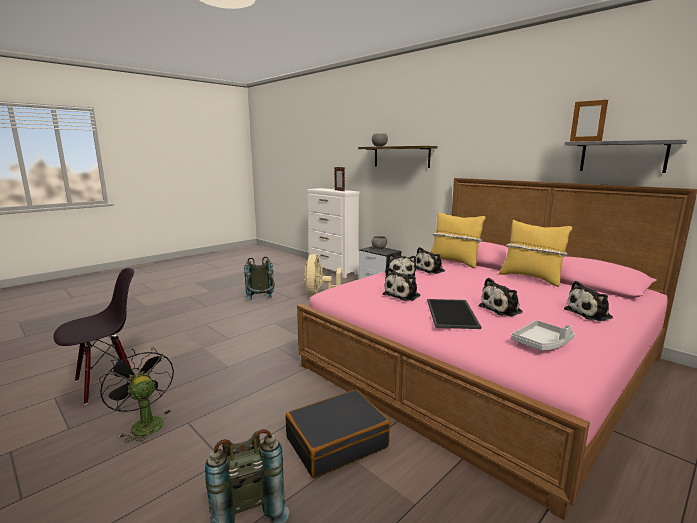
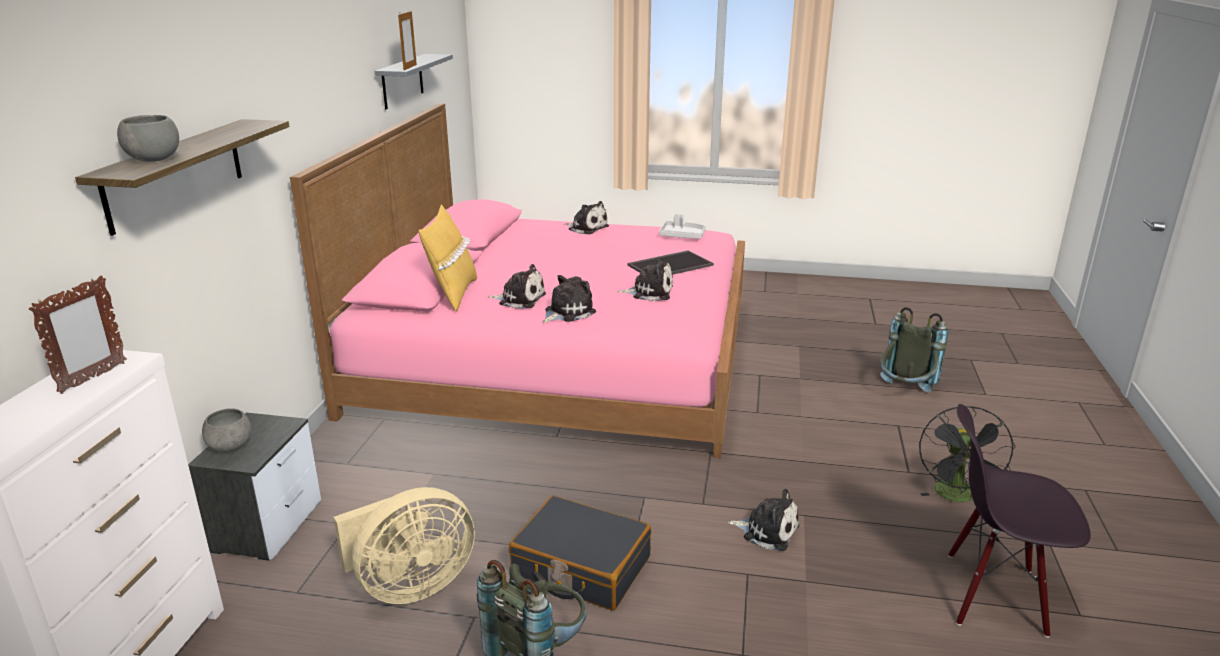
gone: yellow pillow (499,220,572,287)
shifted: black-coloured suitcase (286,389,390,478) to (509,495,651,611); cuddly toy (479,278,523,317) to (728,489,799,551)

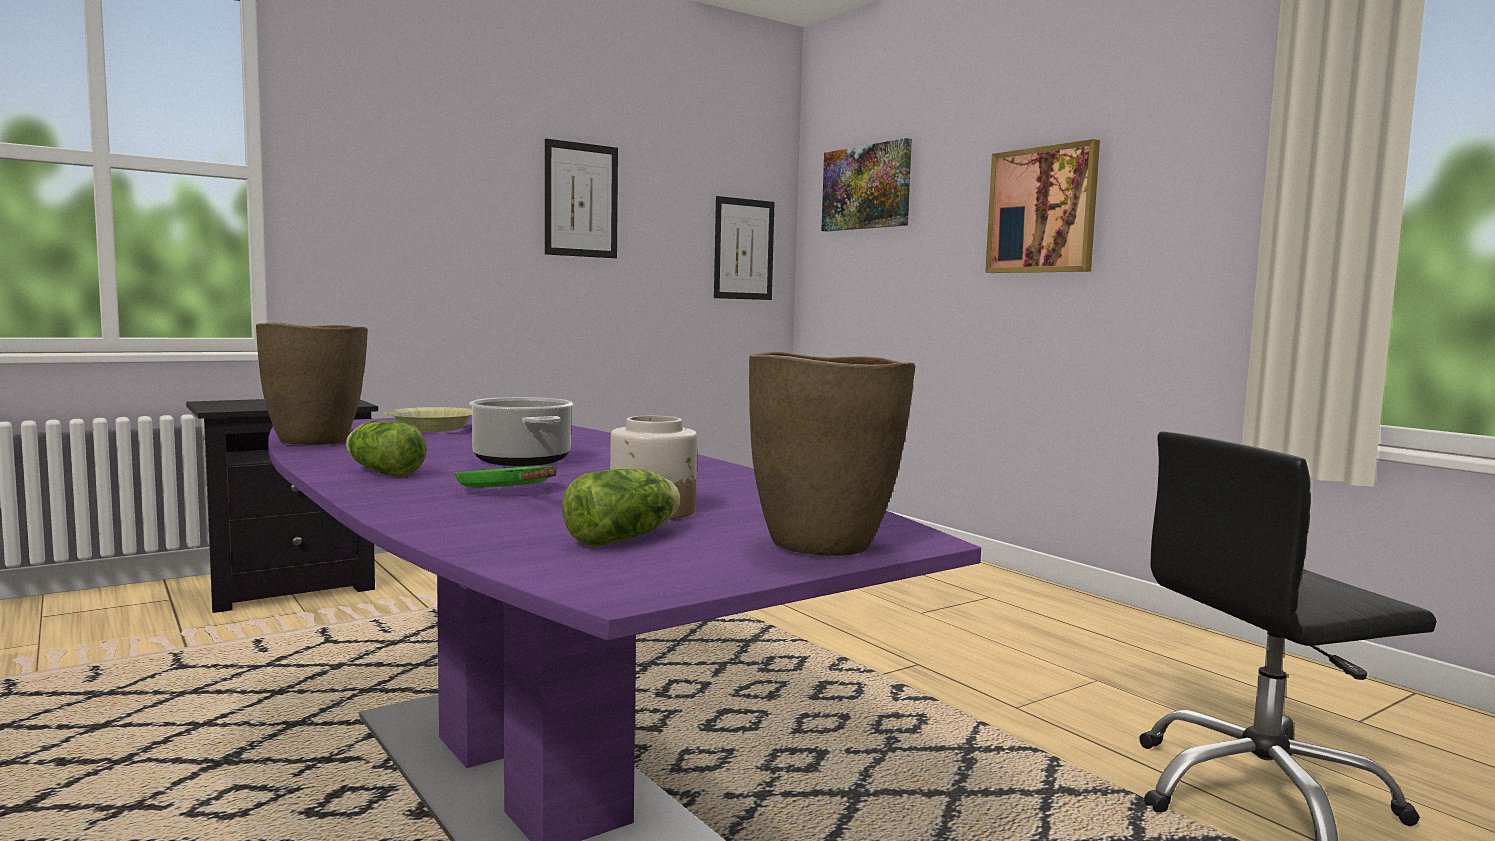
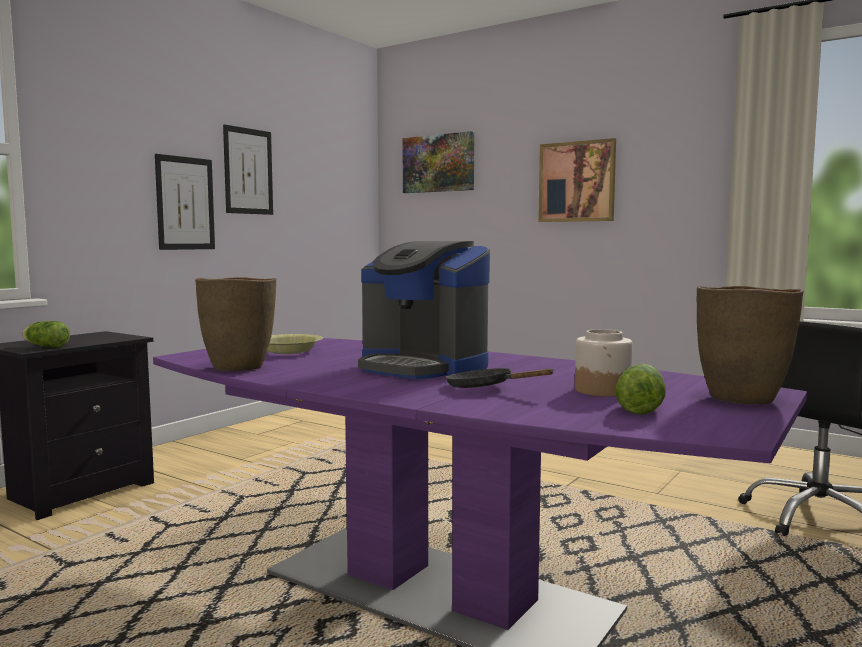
shifted: head of lettuce (346,420,427,477) to (22,321,70,348); wall art (714,196,775,300) to (155,154,215,250)
swapped: saucepot (469,397,573,466) to coffee maker (358,241,490,379)
repainted: green-coloured pan (455,466,556,488) to black-coloured pan (445,368,554,388)

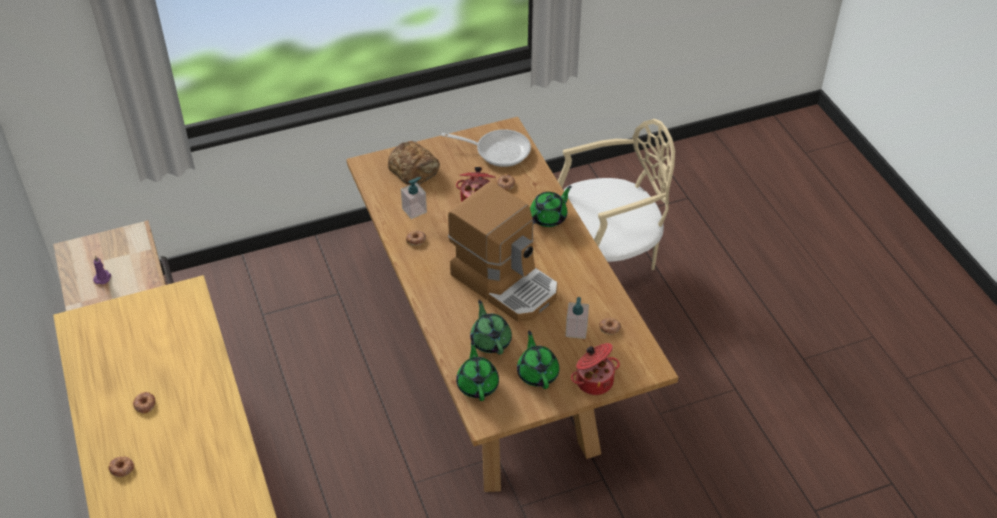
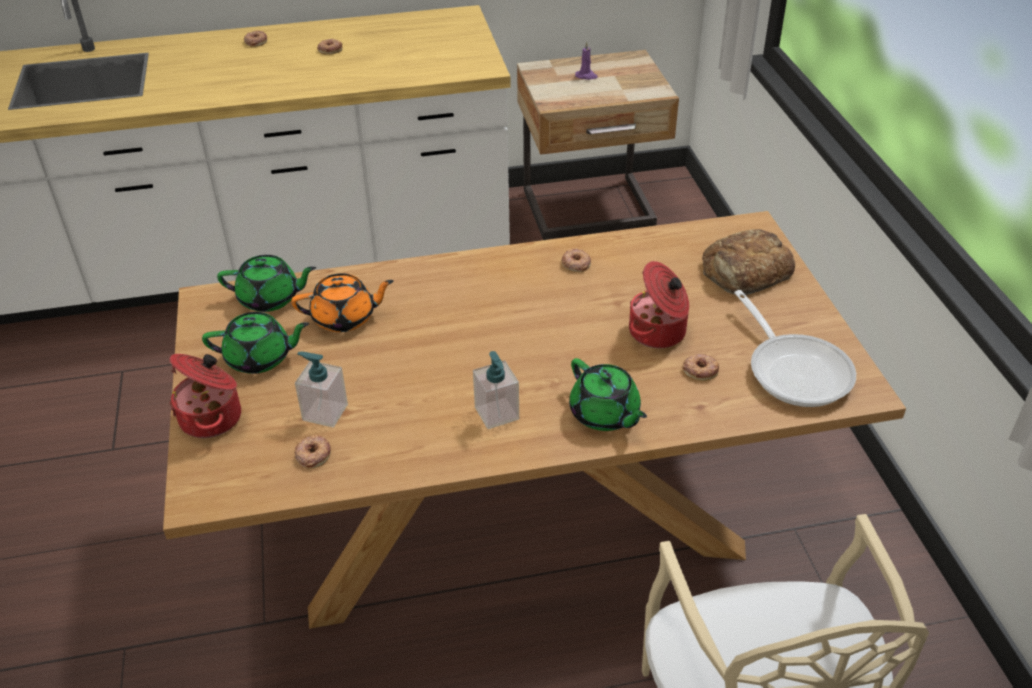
gone: coffee maker (448,182,558,322)
shifted: soap bottle (401,177,427,219) to (473,351,519,429)
repainted: green-coloured tea pot (470,300,512,355) to orangey tea pot (291,273,394,332)
rotated: pan (441,129,531,167) = (734,290,856,407) 45 degrees counterclockwise

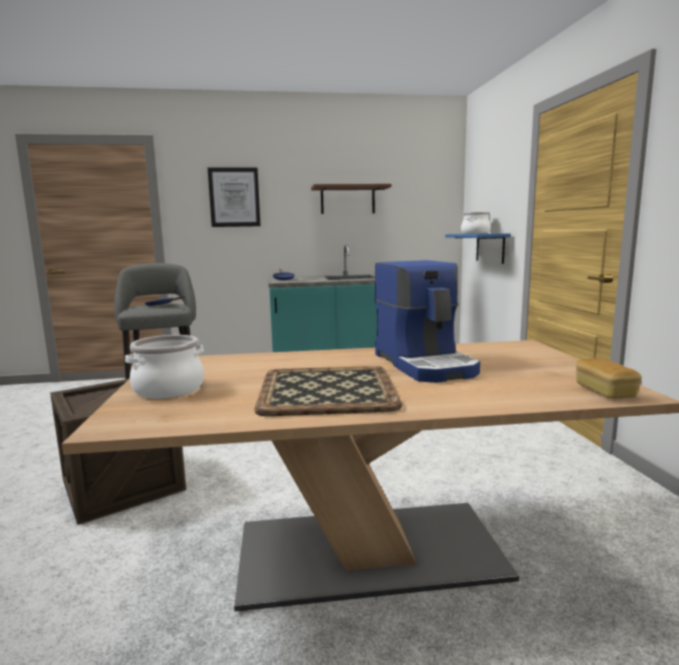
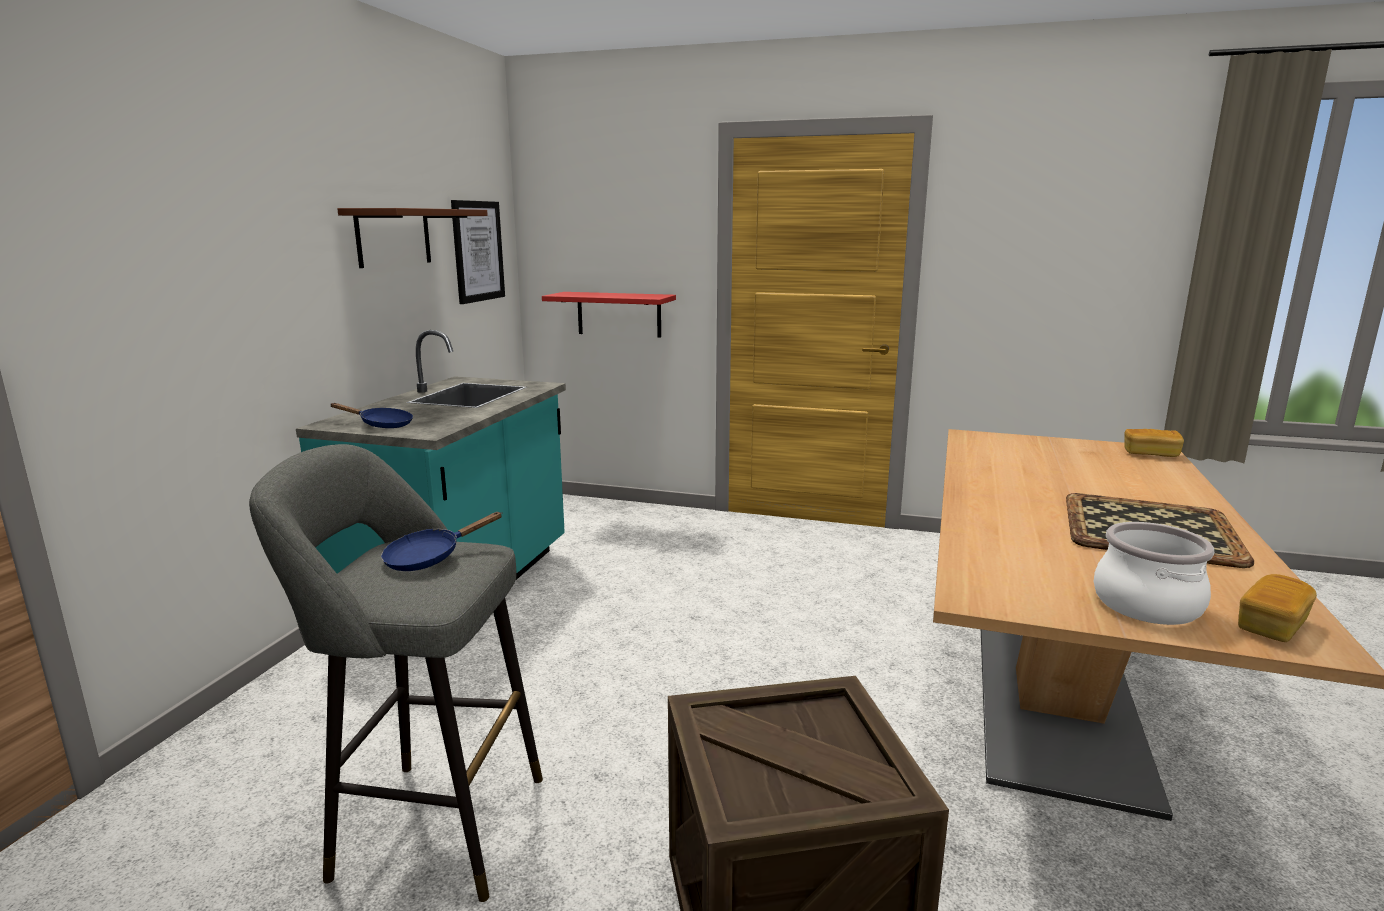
gone: coffee maker (374,260,480,383); saucepot (461,212,491,234)
new: bakery bread (1238,574,1317,642)
shifted: wall art (208,168,261,227) to (451,200,505,304)
repainted: blue wall shelf (445,234,511,264) to red wall shelf (542,292,676,338)

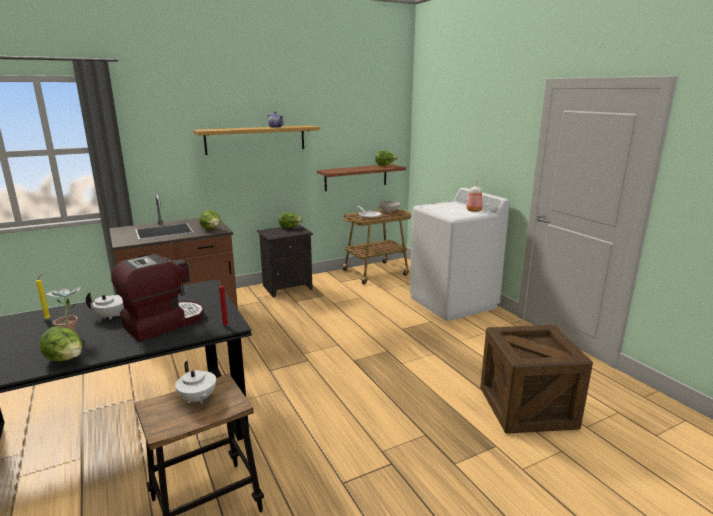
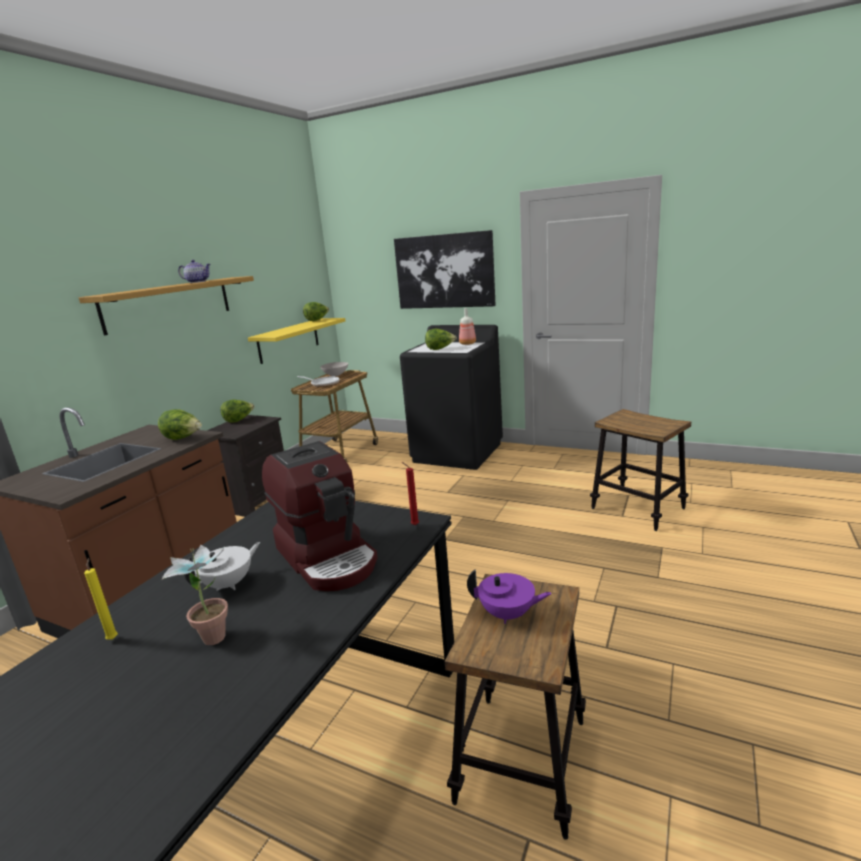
new: wall art (394,230,495,309)
shifted: head of lettuce (40,326,82,362) to (425,329,457,350)
swapped: packing crate (480,325,593,434) to stool seat (590,409,691,531)
repainted: whitish tea pot (175,361,216,404) to purple tea pot (467,569,552,624); brown wall shelf (317,164,406,191) to yellow wall shelf (248,318,346,364); whitish laundry appliance (409,188,510,321) to black-coloured laundry appliance (400,325,503,470)
rotated: coffee maker (111,254,204,342) = (262,441,378,591) 135 degrees clockwise

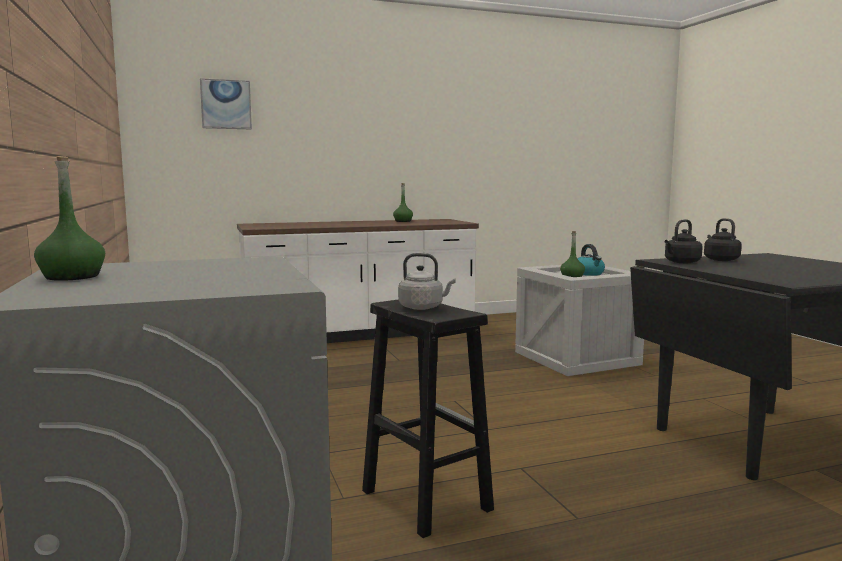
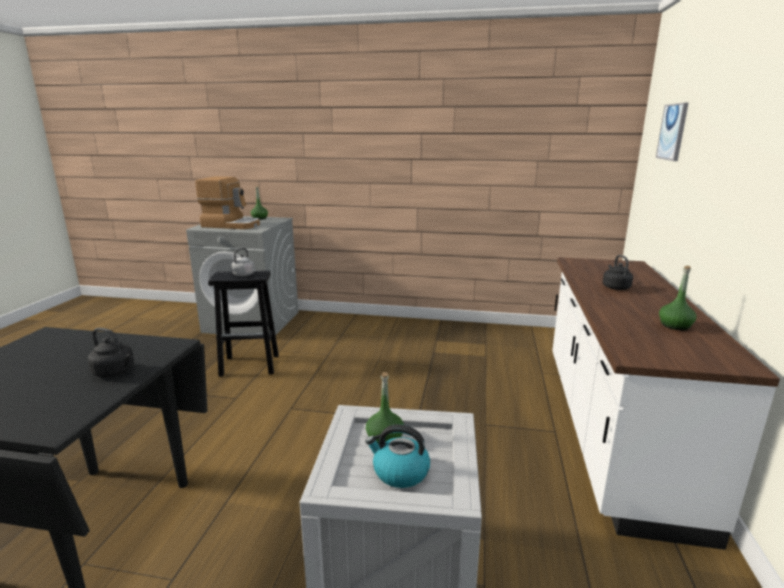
new: coffee maker (195,176,260,229)
shifted: black-coloured kettle (665,219,703,263) to (603,255,633,290)

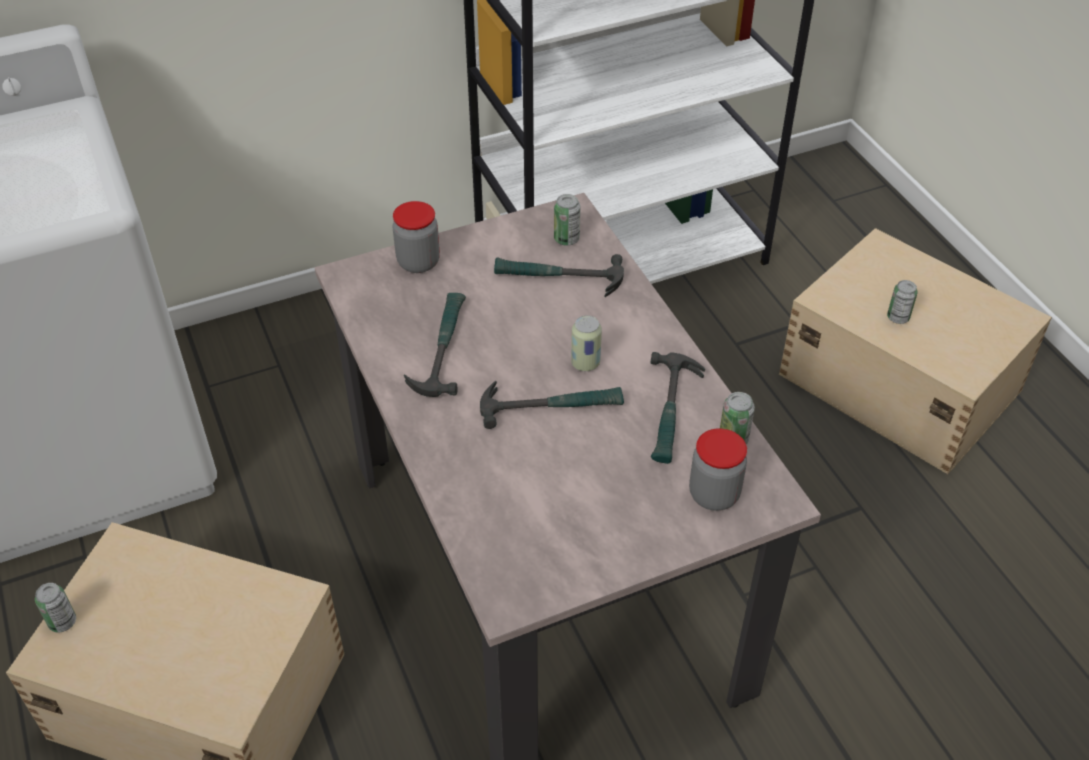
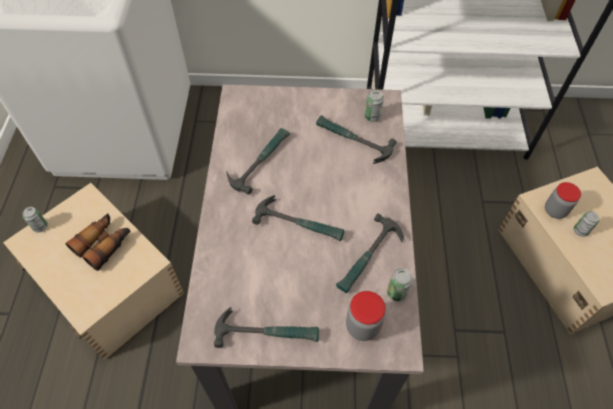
gone: sealed can (571,315,602,371)
new: binoculars (65,213,131,271); tool hammer (214,307,319,348)
shifted: preserve jar (393,201,440,273) to (545,182,581,219)

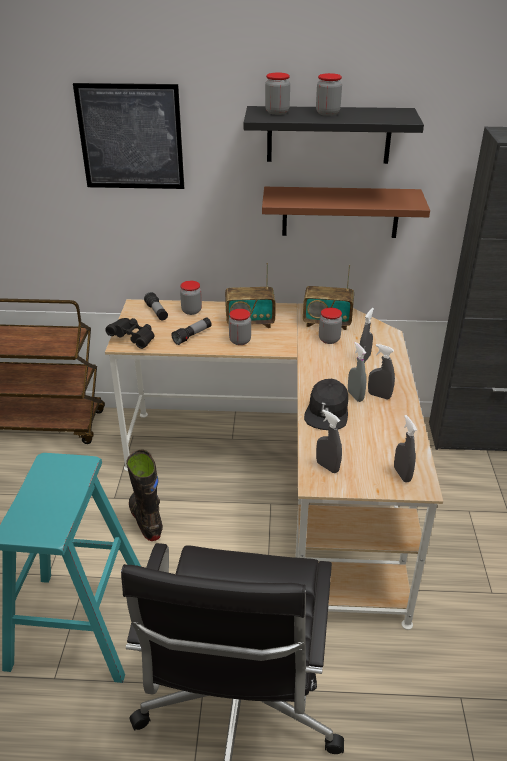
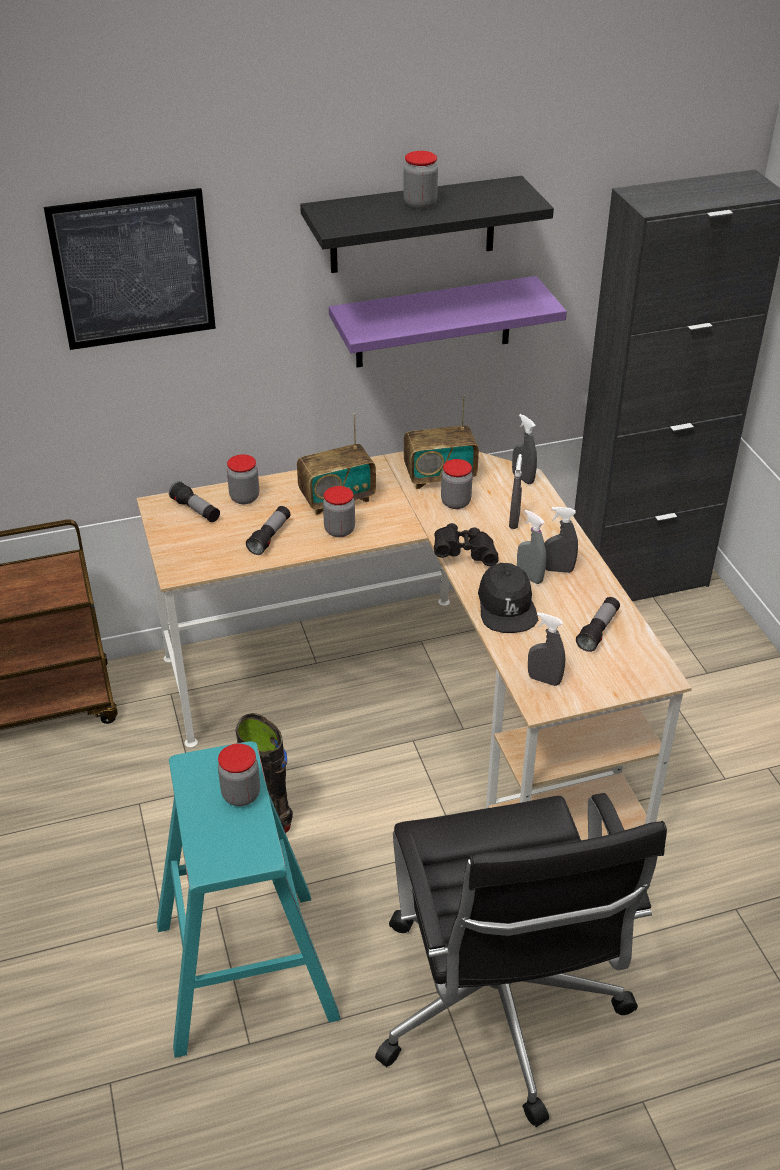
new: flashlight (576,597,620,652)
shifted: black-coloured binoculars (105,318,155,349) to (434,523,499,566); preserve jar (265,73,290,115) to (218,743,260,806); gray sprayer (394,415,417,482) to (512,414,537,484)
repainted: brown wall shelf (262,187,430,238) to purple wall shelf (329,276,567,368)

